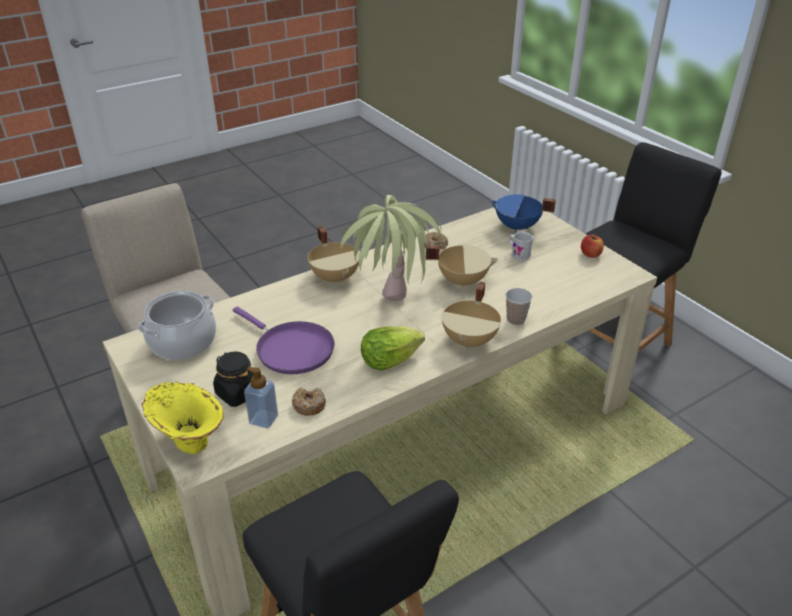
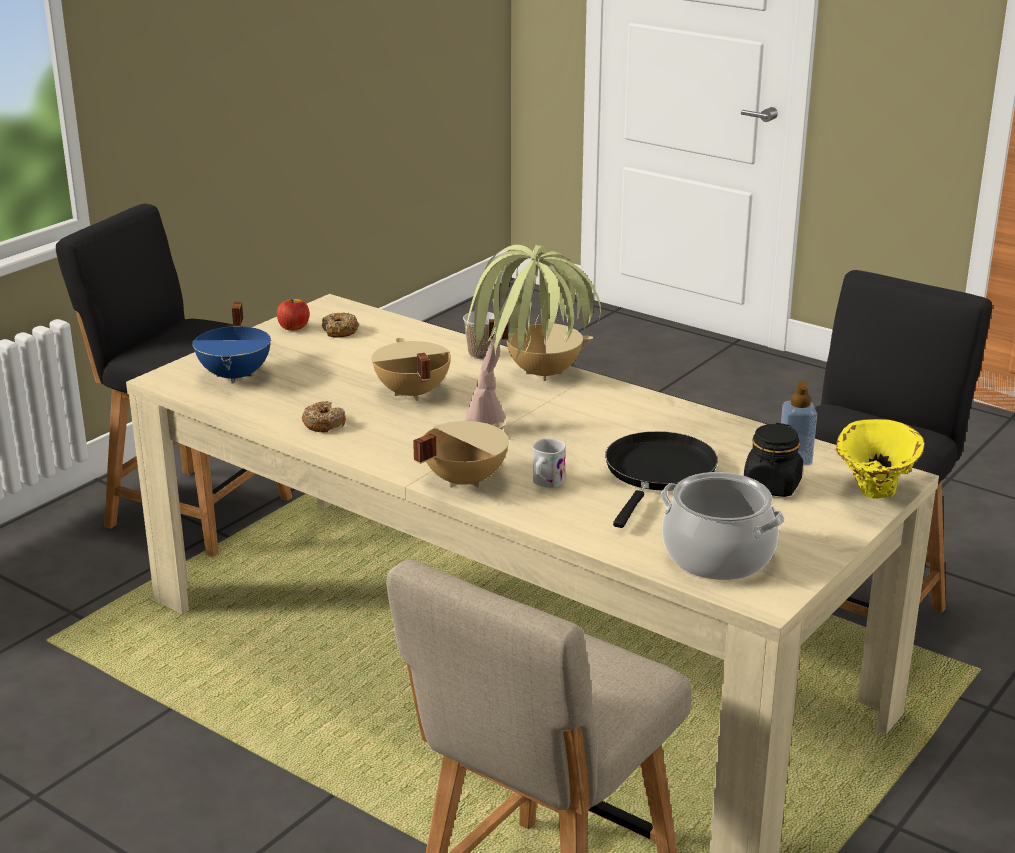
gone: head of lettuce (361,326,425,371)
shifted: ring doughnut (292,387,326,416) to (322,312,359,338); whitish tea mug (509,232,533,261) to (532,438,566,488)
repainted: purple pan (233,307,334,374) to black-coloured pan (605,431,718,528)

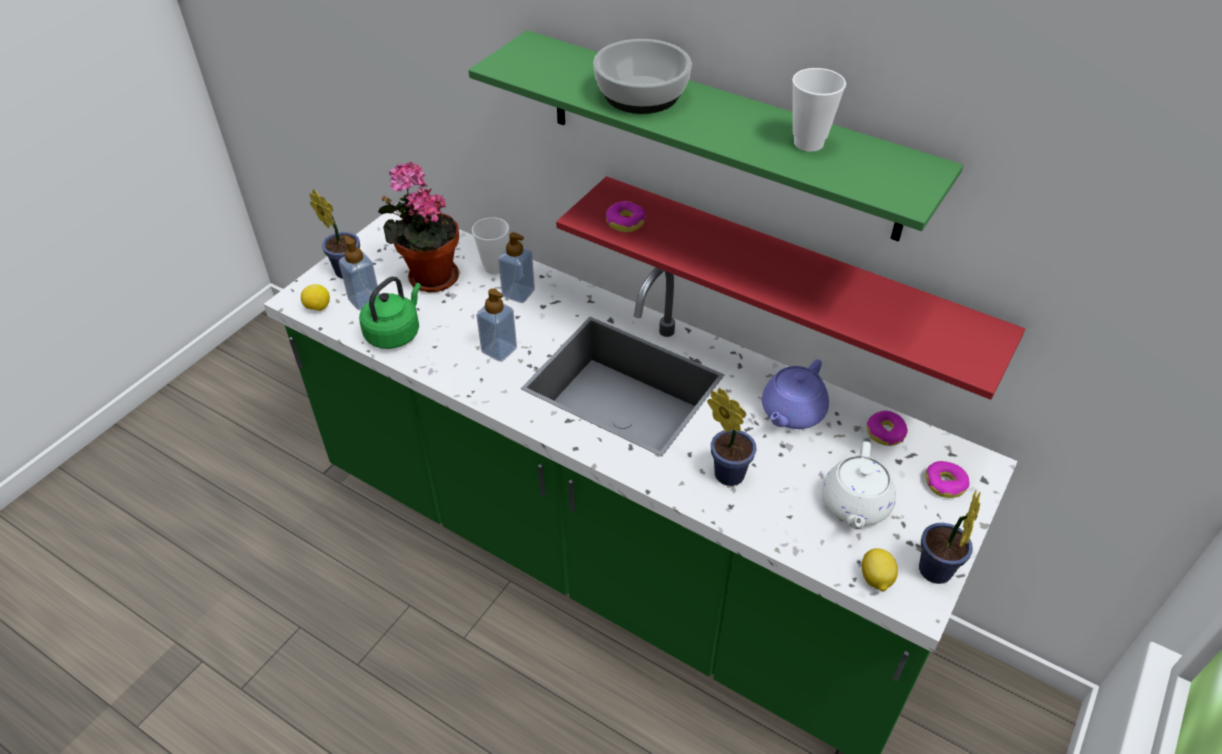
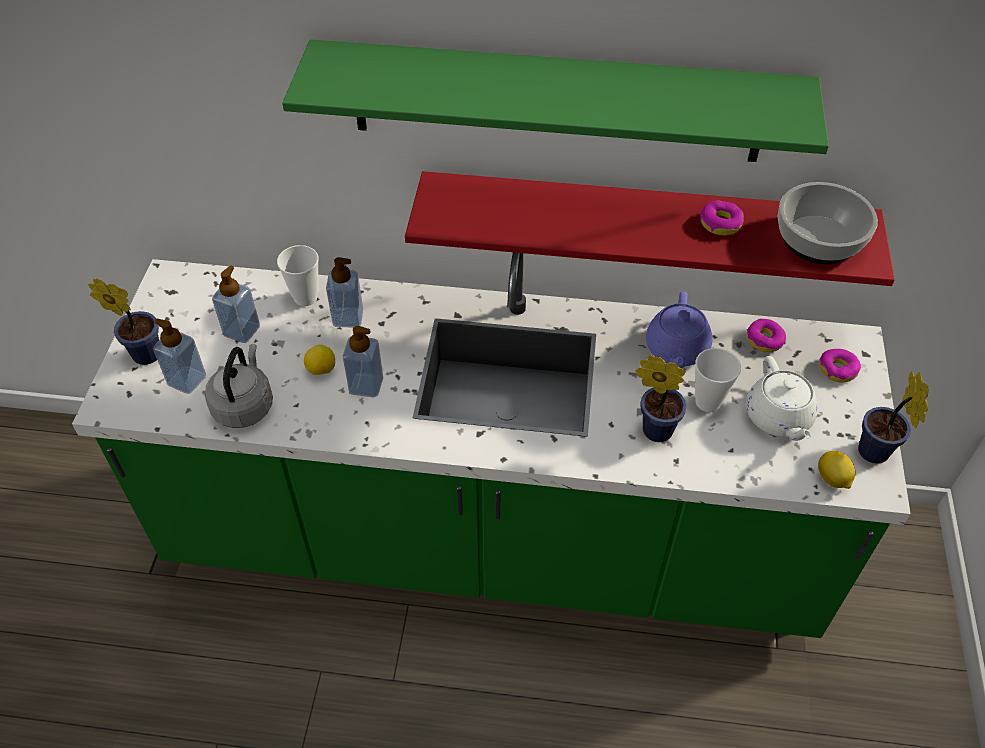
shifted: lemon (301,284,330,311) to (304,345,335,375); deep dish (593,39,692,114) to (778,182,878,264); ring doughnut (606,201,646,232) to (700,200,744,235); drinking cup (792,68,846,152) to (695,348,741,412)
swapped: plant in a pot (378,162,459,293) to soap bottle (212,265,260,343)
repainted: green-coloured kettle (359,277,421,349) to gray kettle (205,344,273,428)

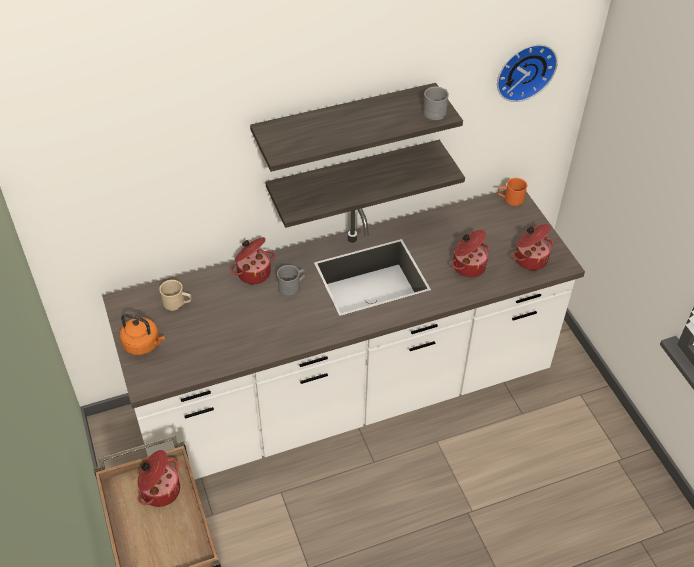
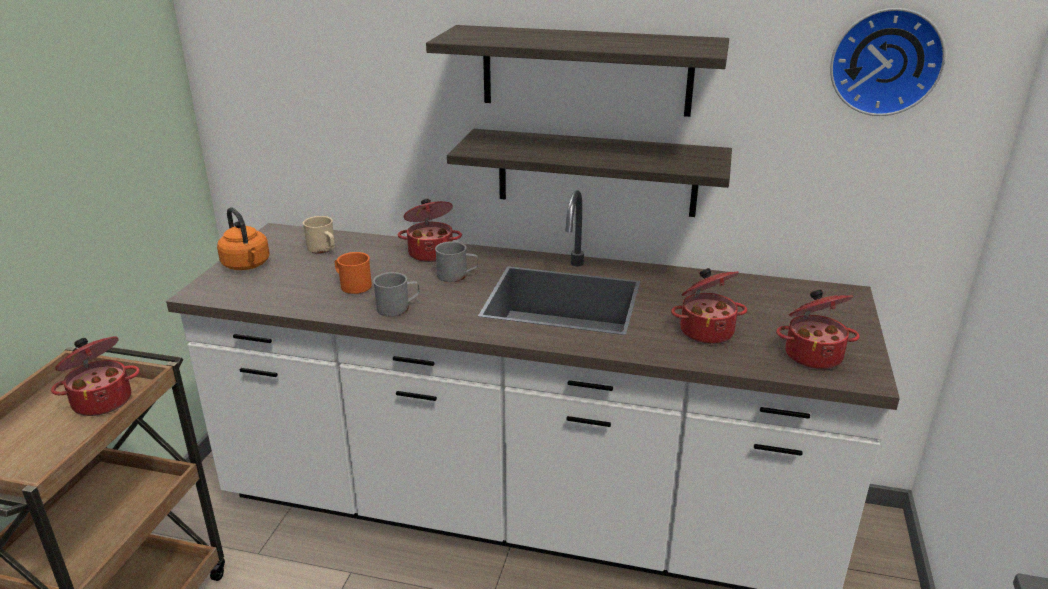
shifted: gray tea mug (423,87,449,120) to (373,272,420,316); orangey tea mug (498,178,527,206) to (335,252,372,294)

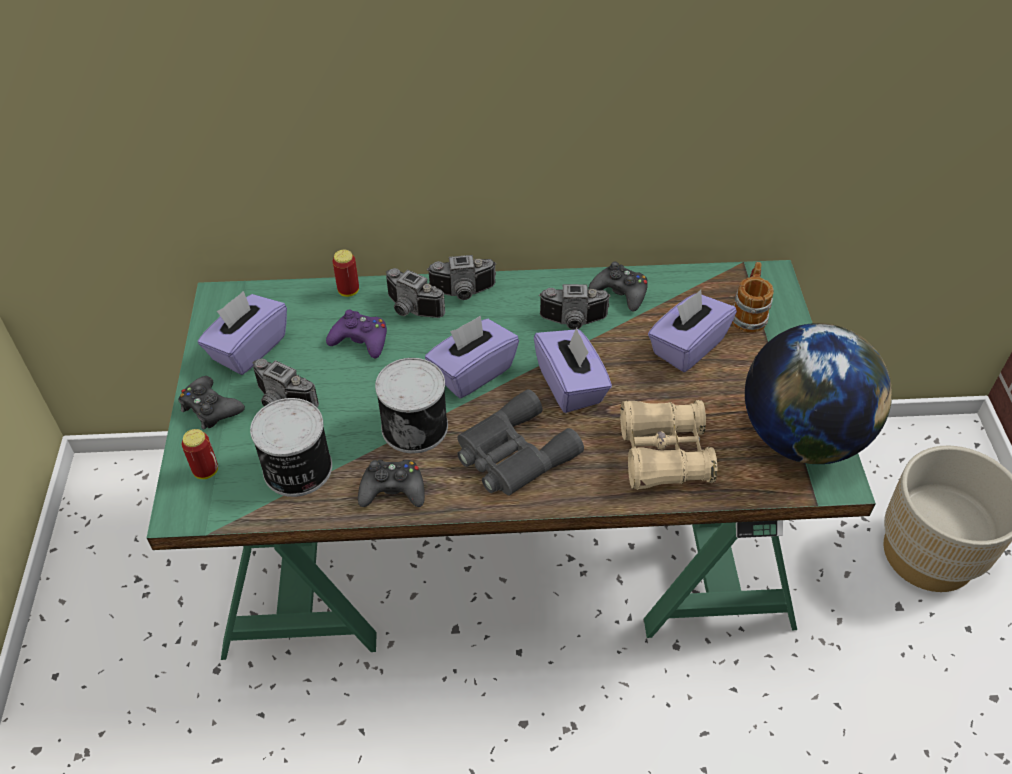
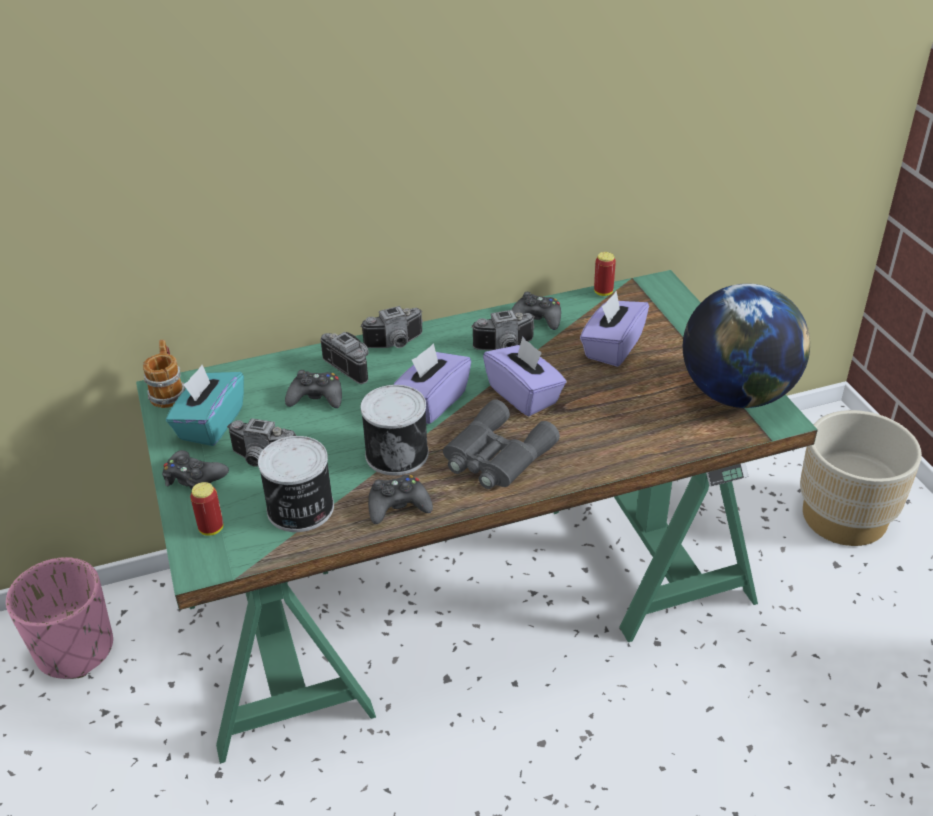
gone: beige-coloured binoculars (620,400,717,490)
new: pink-coloured flower pot (6,557,113,679)
shifted: sealed can (333,250,359,297) to (594,252,616,296); tea mug (732,262,774,333) to (143,340,185,408)
repainted: purple tissue holder (198,291,287,375) to blue-green tissue holder (166,365,244,446); purple joypad (326,310,387,359) to black-coloured joypad (285,370,342,408)
rotated: still camera (385,268,445,318) = (320,332,369,384) 150 degrees counterclockwise

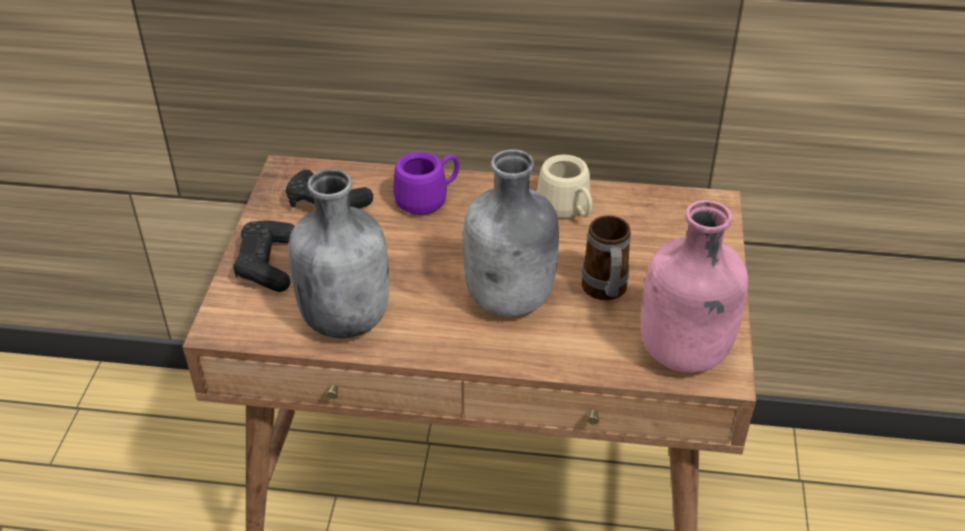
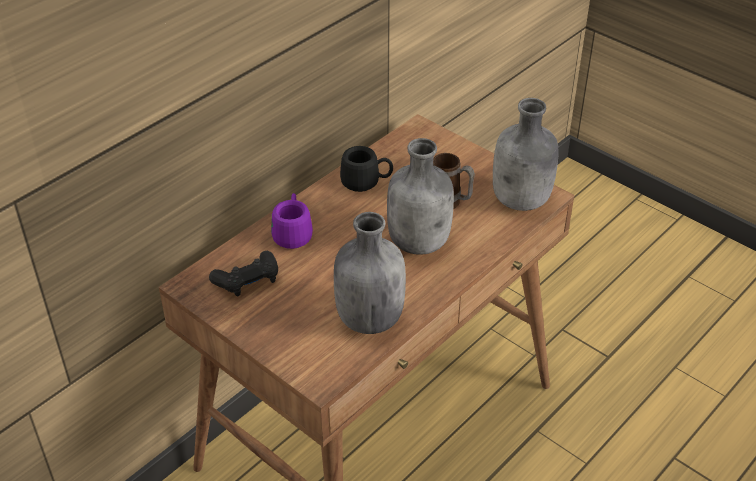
gone: black-coloured joypad (233,220,295,292)
repainted: beige-coloured tea mug (537,155,592,218) to black-coloured tea mug (340,146,393,192); pink-coloured bottle (641,200,748,373) to gray bottle (493,98,559,211)

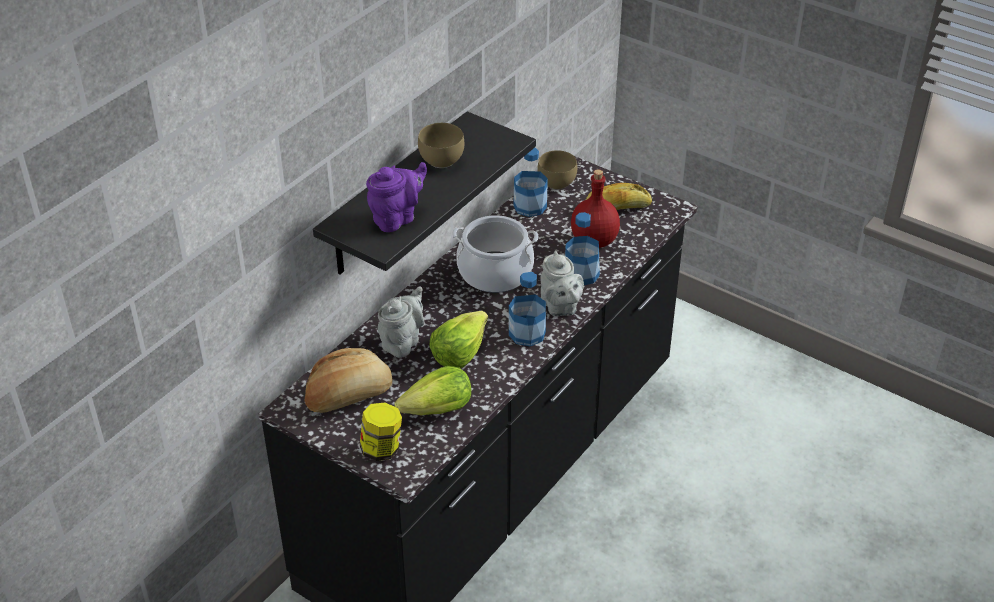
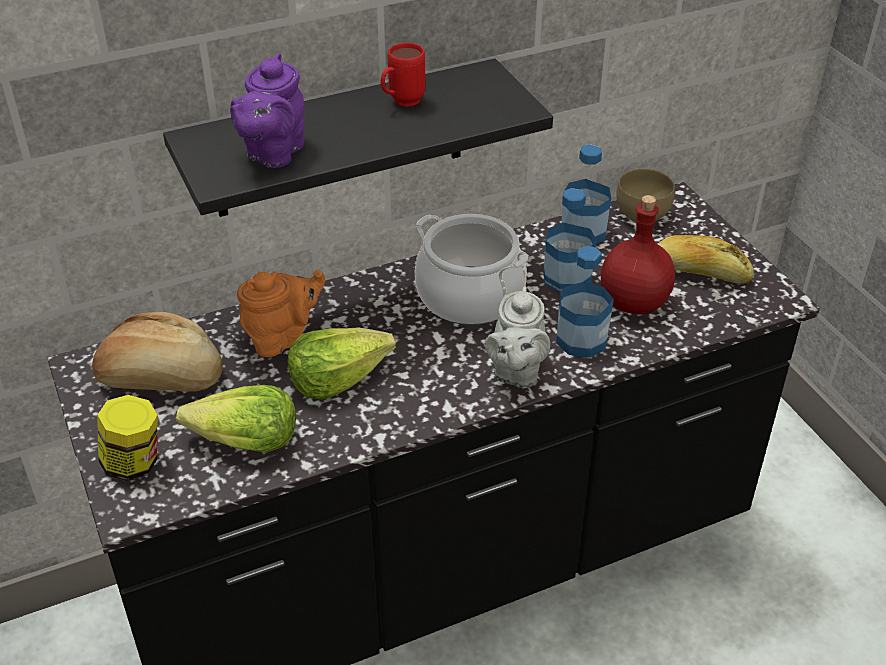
shifted: bottle (509,272,546,346) to (543,188,597,292)
swapped: brown deep dish (418,123,464,168) to red tea mug (381,43,426,107)
repainted: gray tea pot (378,286,424,358) to orangey tea pot (237,270,325,357)
rotated: purple tea pot (366,162,427,232) = (230,53,305,168) 120 degrees clockwise

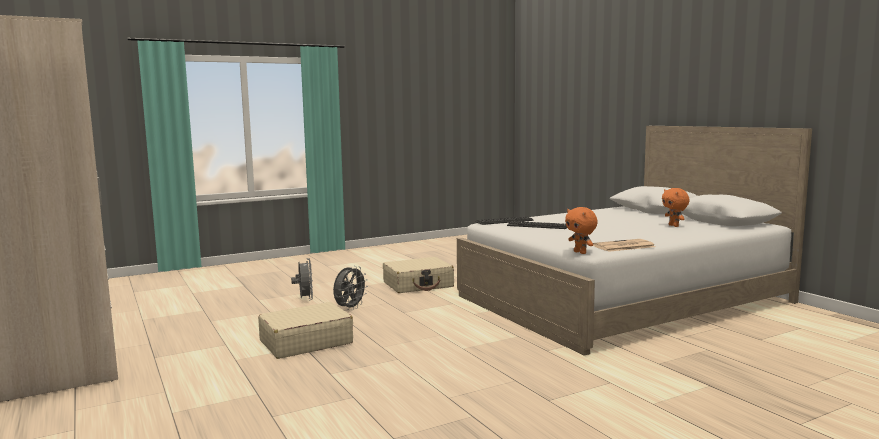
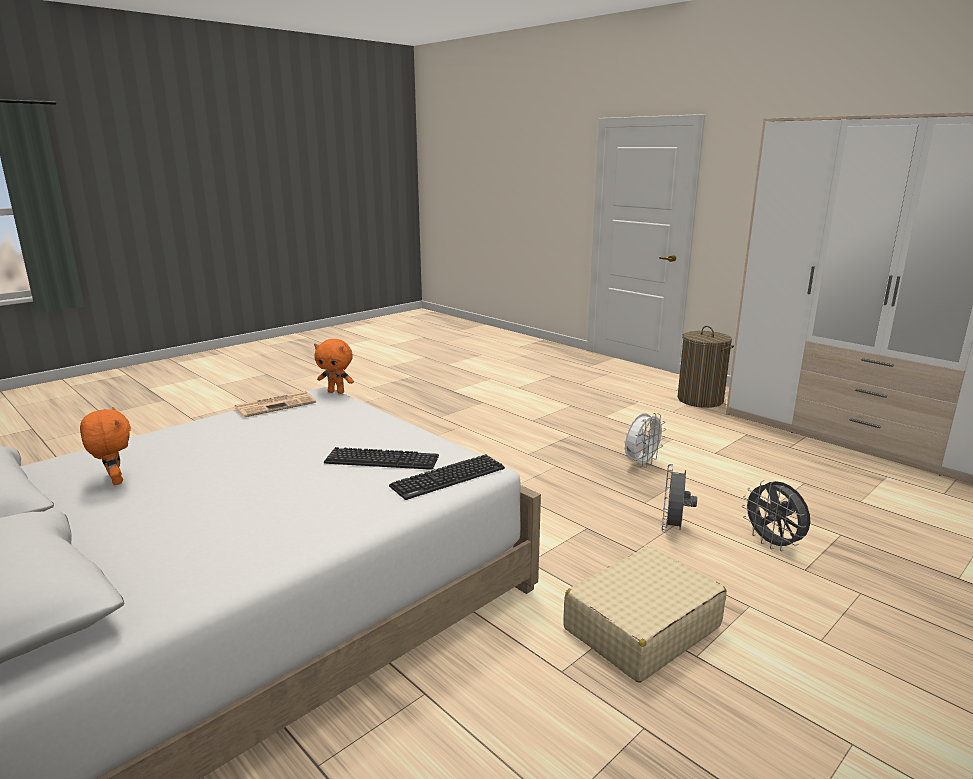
new: hamper (677,326,734,408)
swapped: beige-coloured suitcase (258,302,353,359) to whitish cooling fan (625,413,666,468)
rotated: orangey cuddly toy (565,207,598,254) = (314,339,354,394) 150 degrees clockwise

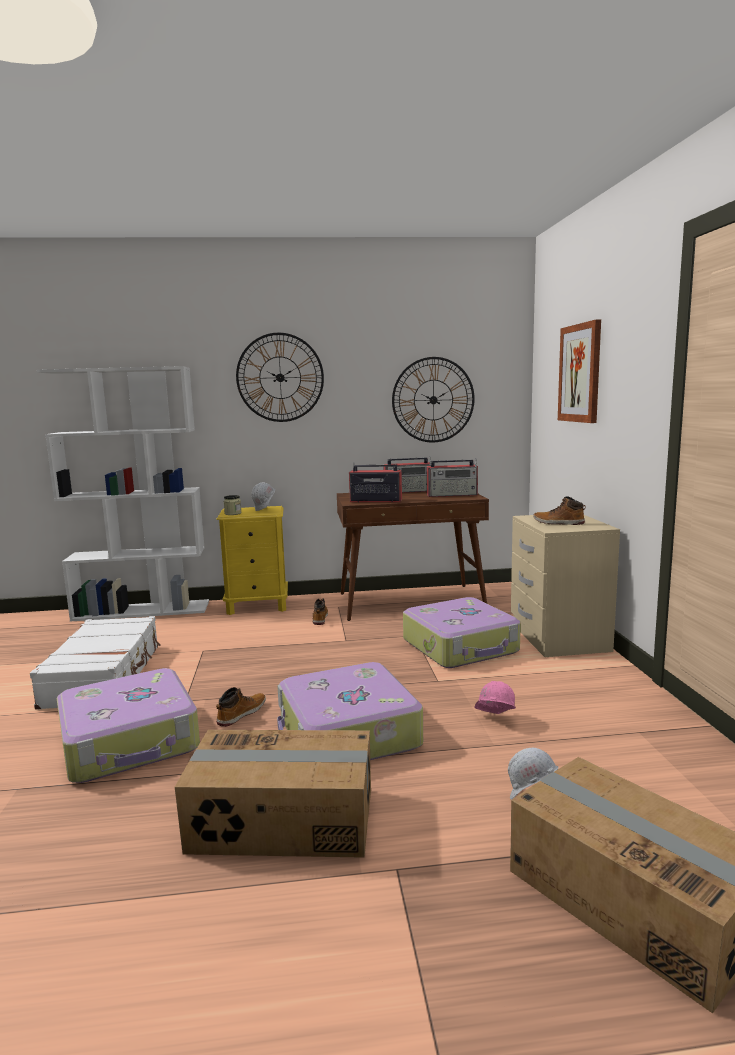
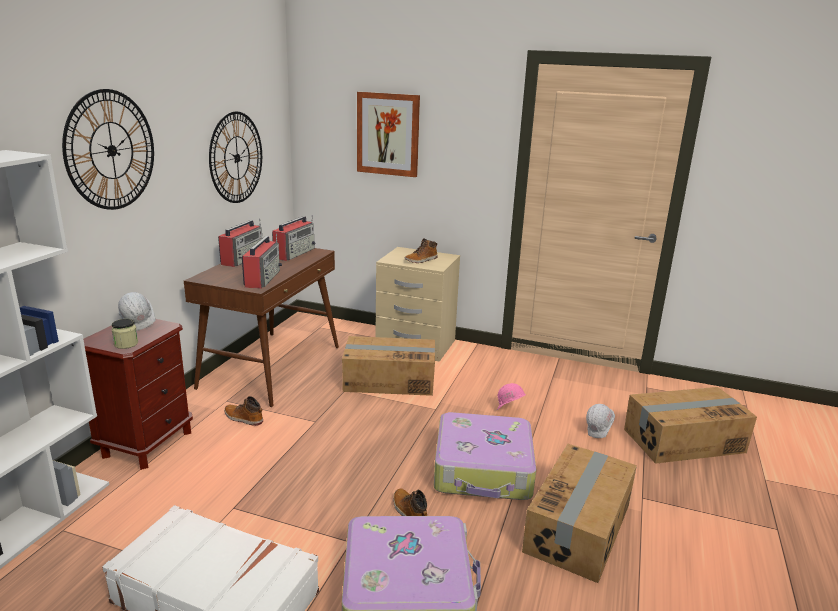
swapped: suitcase (403,597,521,668) to packing box (342,336,435,396)
repainted: yellow nightstand (217,506,288,615) to brown nightstand (83,319,193,470)
rotated: radio (349,462,402,502) = (242,234,282,289) 150 degrees clockwise

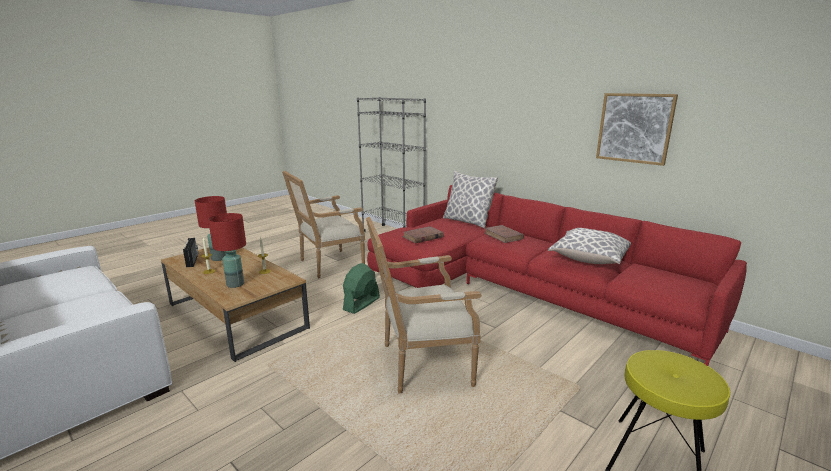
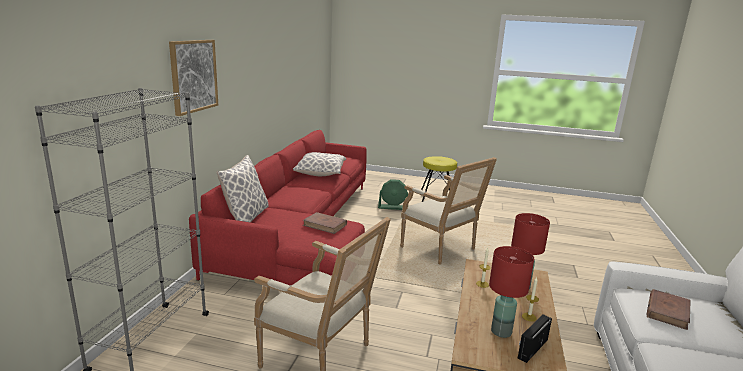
shifted: green-coloured cooling fan (343,263,380,314) to (378,179,408,210); brown bound book (484,225,524,243) to (647,289,691,330); wall art (596,93,678,166) to (169,40,218,116)

